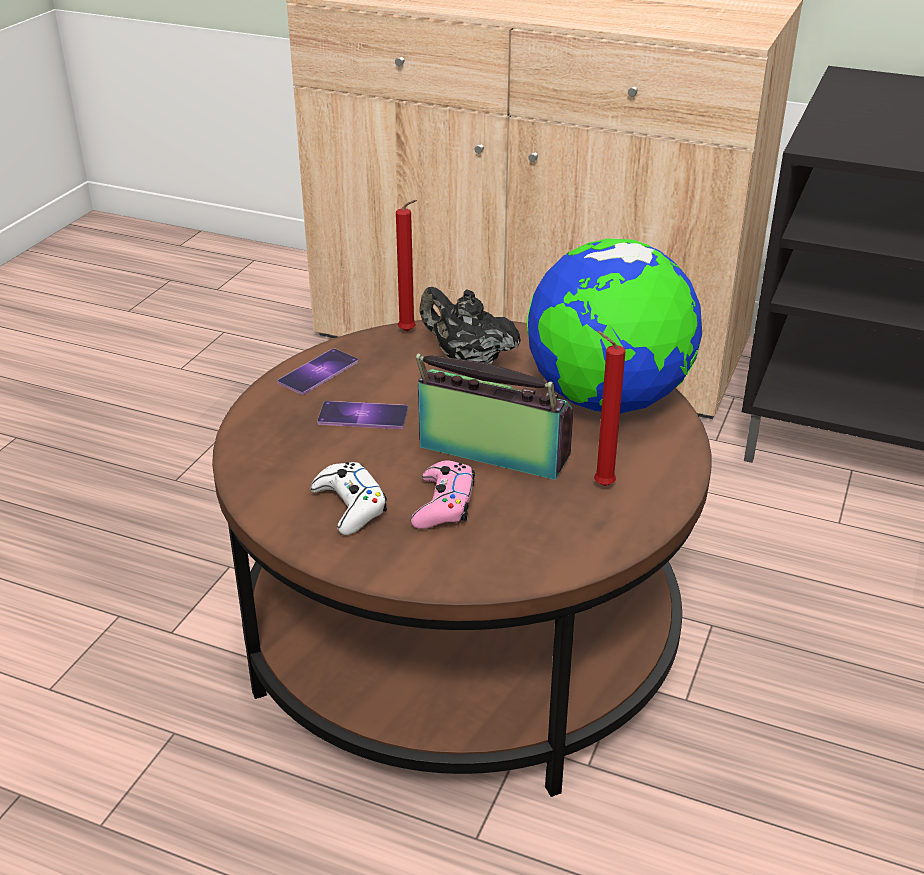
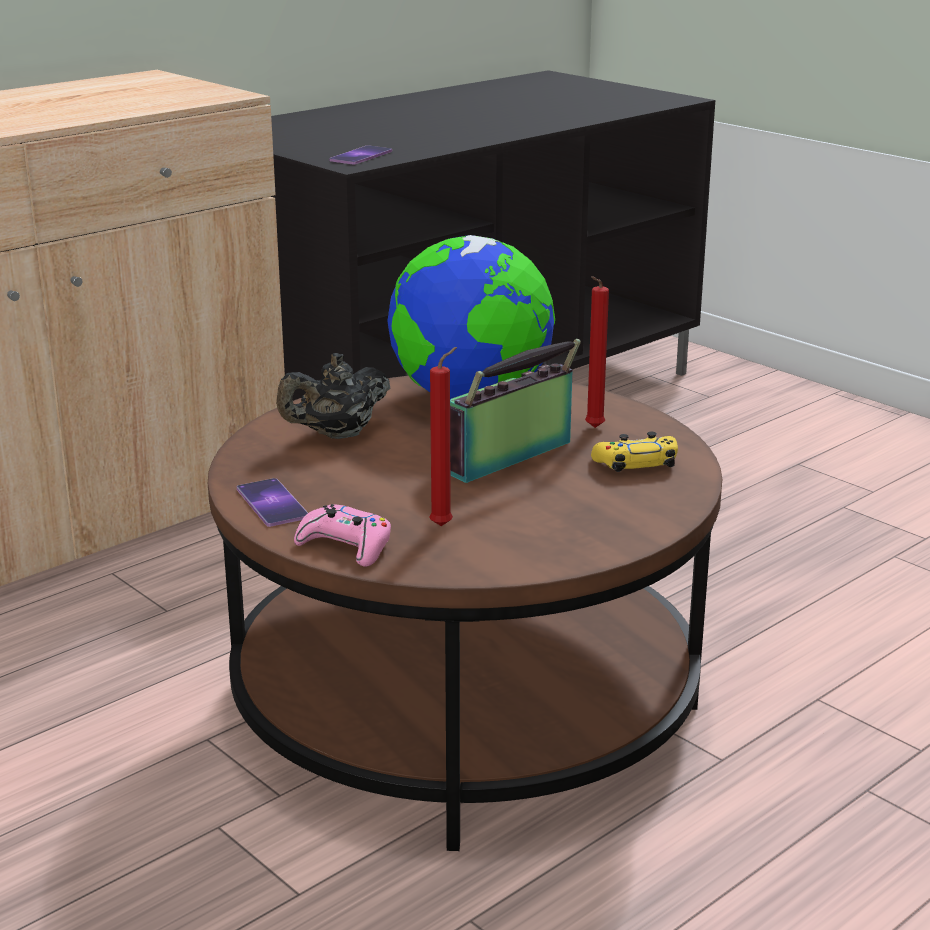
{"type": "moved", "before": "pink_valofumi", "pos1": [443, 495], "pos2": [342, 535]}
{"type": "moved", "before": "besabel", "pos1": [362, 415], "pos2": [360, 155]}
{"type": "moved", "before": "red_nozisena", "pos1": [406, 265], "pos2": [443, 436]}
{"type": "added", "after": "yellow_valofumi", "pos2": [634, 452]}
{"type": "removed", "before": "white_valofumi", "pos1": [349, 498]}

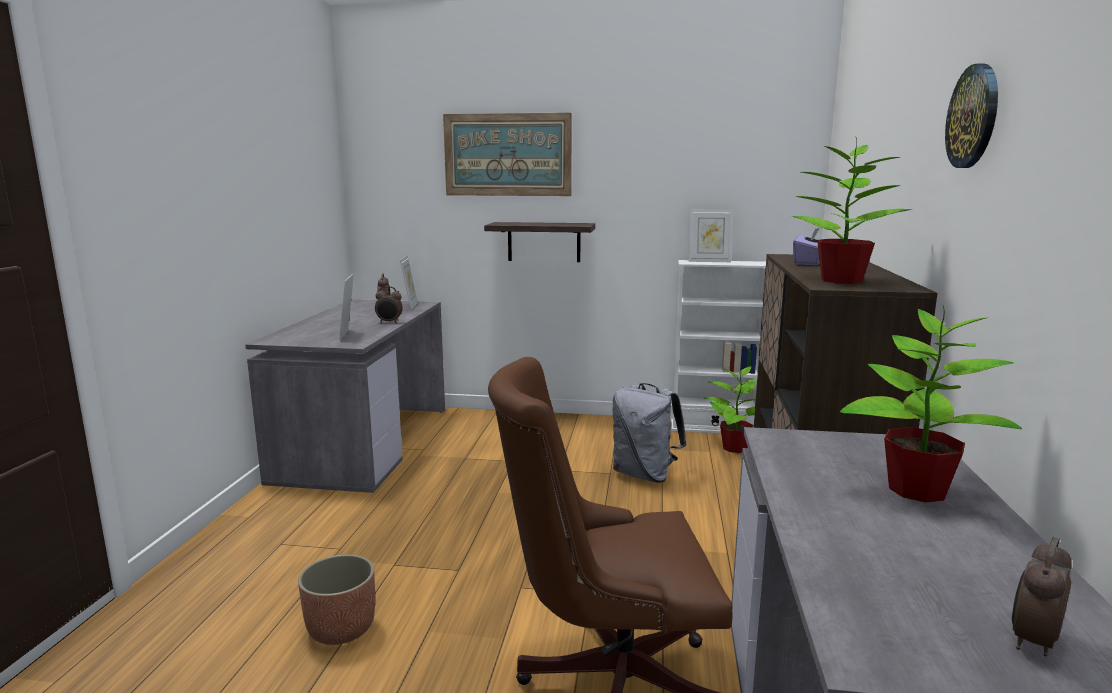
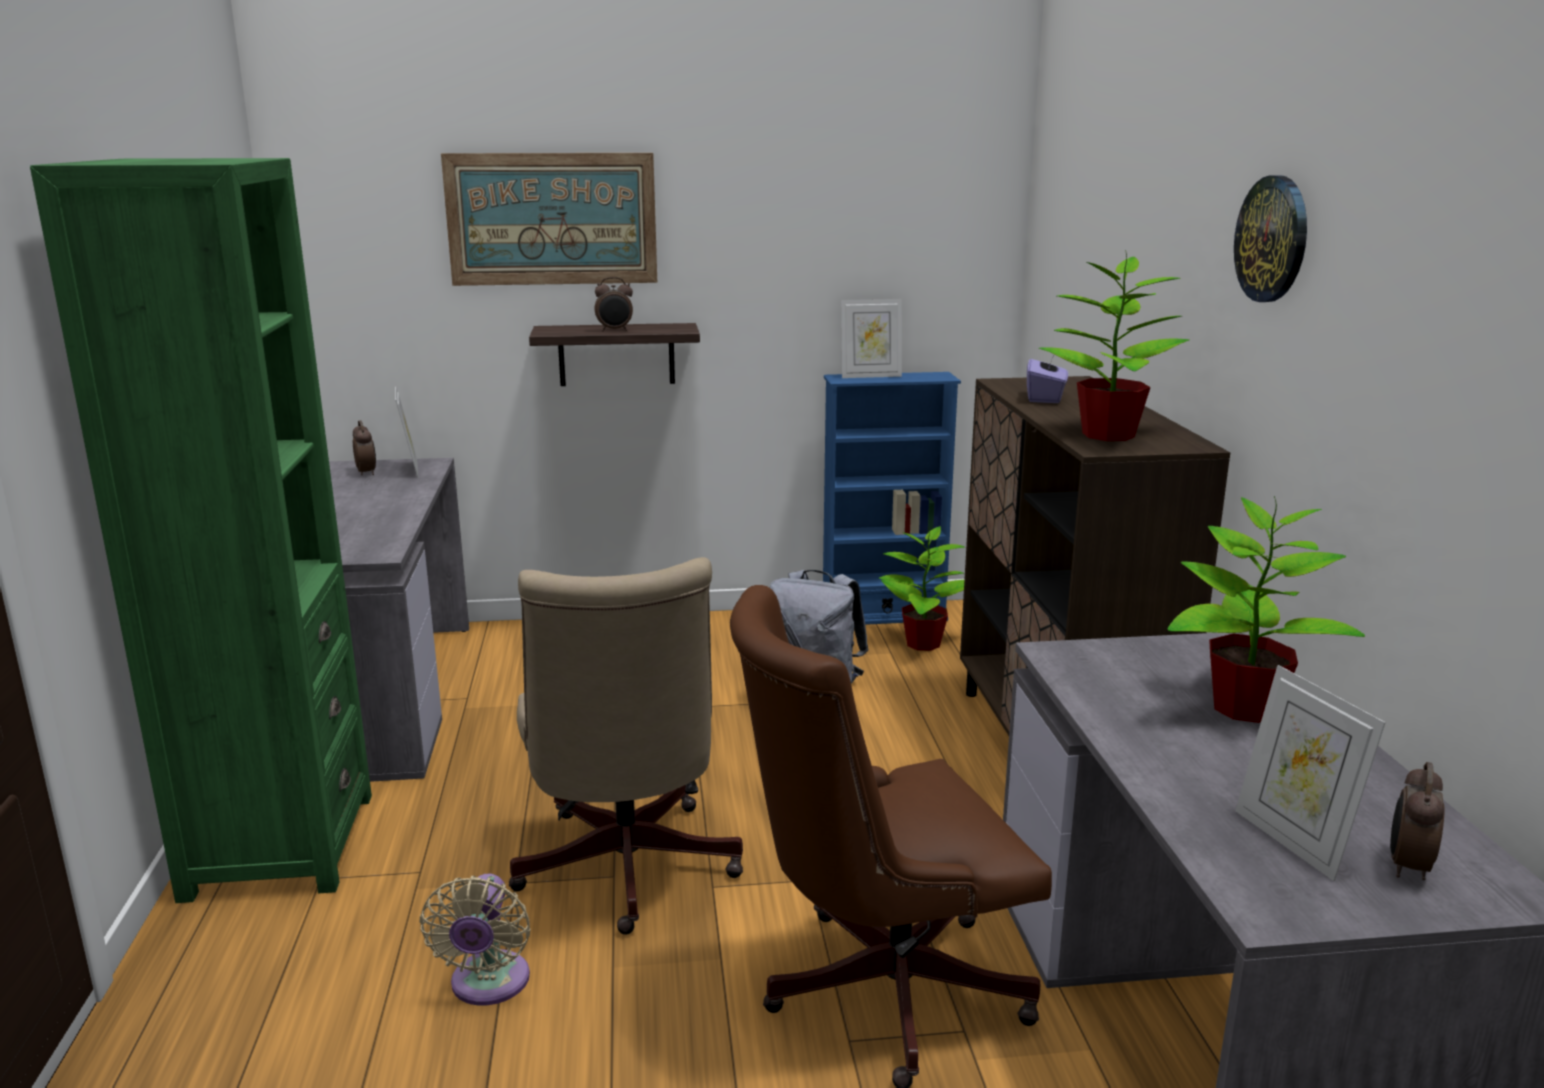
{"type": "added", "after": "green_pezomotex", "pos2": [201, 530]}
{"type": "replaced", "before": "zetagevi", "after": "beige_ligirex", "pos1": [336, 599], "pos2": [475, 939]}
{"type": "added", "after": "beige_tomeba", "pos2": [626, 746]}
{"type": "moved", "before": "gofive", "pos1": [389, 304], "pos2": [614, 304]}
{"type": "recoloured", "before": "white_pezomotex", "after": "blue_pezomotex", "pos1": [718, 347], "pos2": [892, 498]}
{"type": "moved", "before": "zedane", "pos1": [346, 307], "pos2": [1310, 773]}

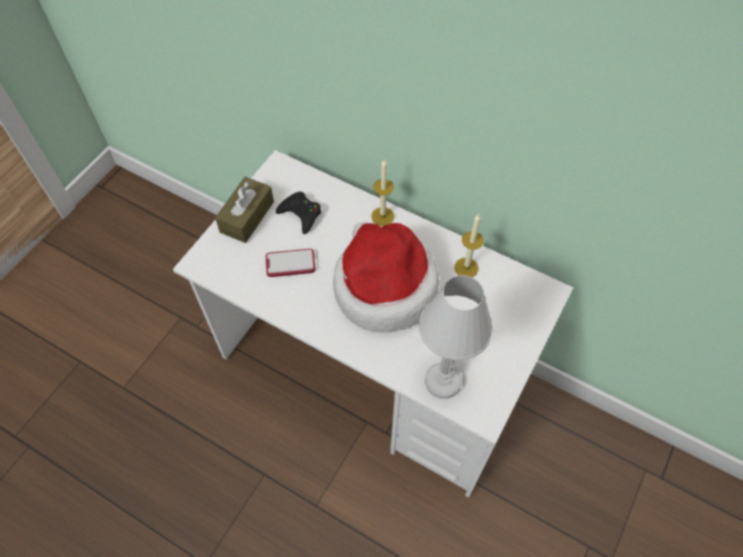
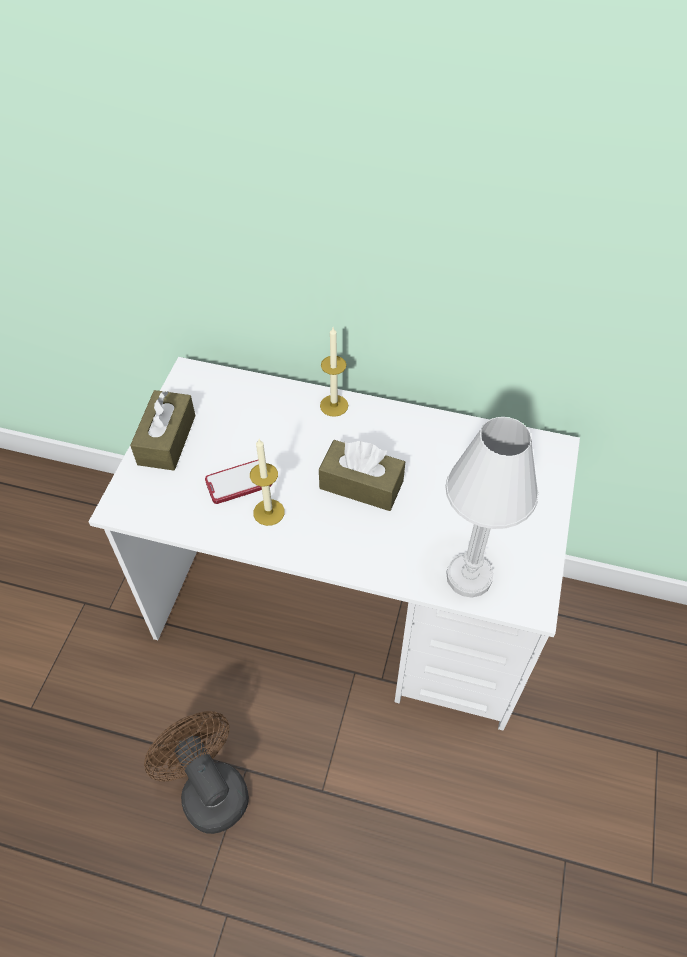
{"type": "added", "after": "brown_ligirex", "pos2": [196, 772]}
{"type": "moved", "before": "nozisena", "pos1": [469, 245], "pos2": [267, 482]}
{"type": "replaced", "before": "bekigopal", "after": "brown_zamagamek", "pos1": [386, 277], "pos2": [362, 475]}
{"type": "removed", "before": "black_valofumi", "pos1": [298, 213]}

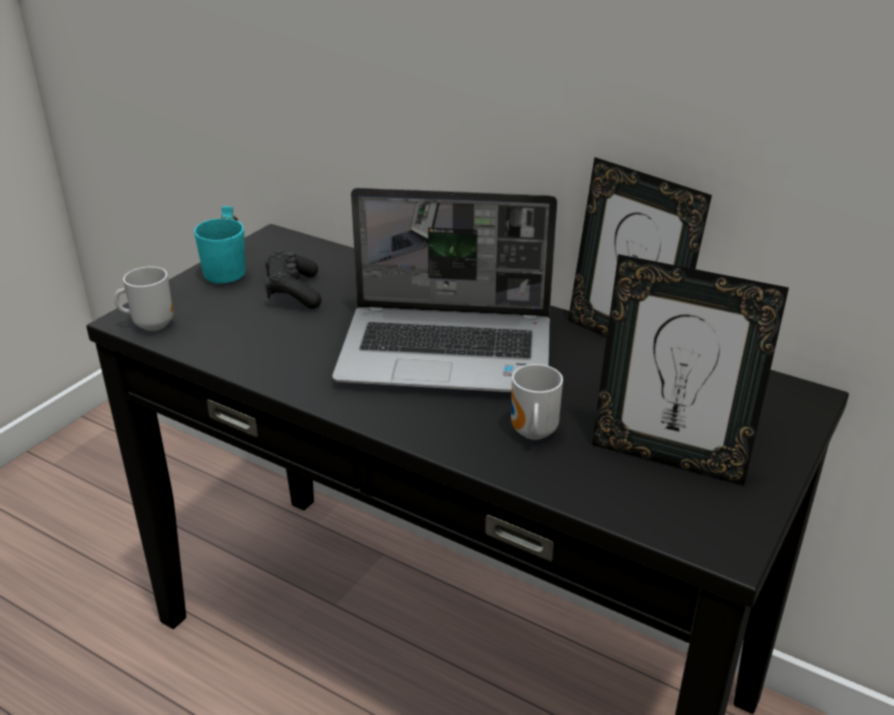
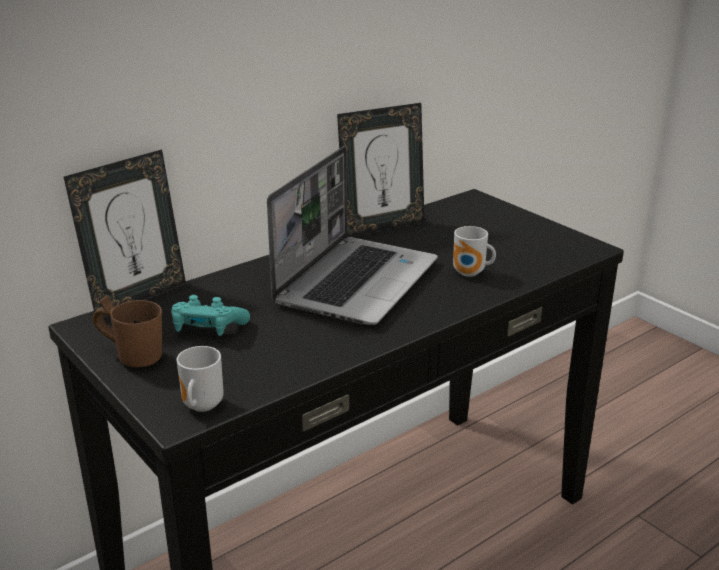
{"type": "moved", "before": "zedane", "pos1": [690, 370], "pos2": [125, 232]}
{"type": "recoloured", "before": "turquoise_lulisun", "after": "brown_lulisun", "pos1": [219, 245], "pos2": [127, 331]}
{"type": "recoloured", "before": "black_valofumi", "after": "turquoise_valofumi", "pos1": [293, 280], "pos2": [210, 315]}

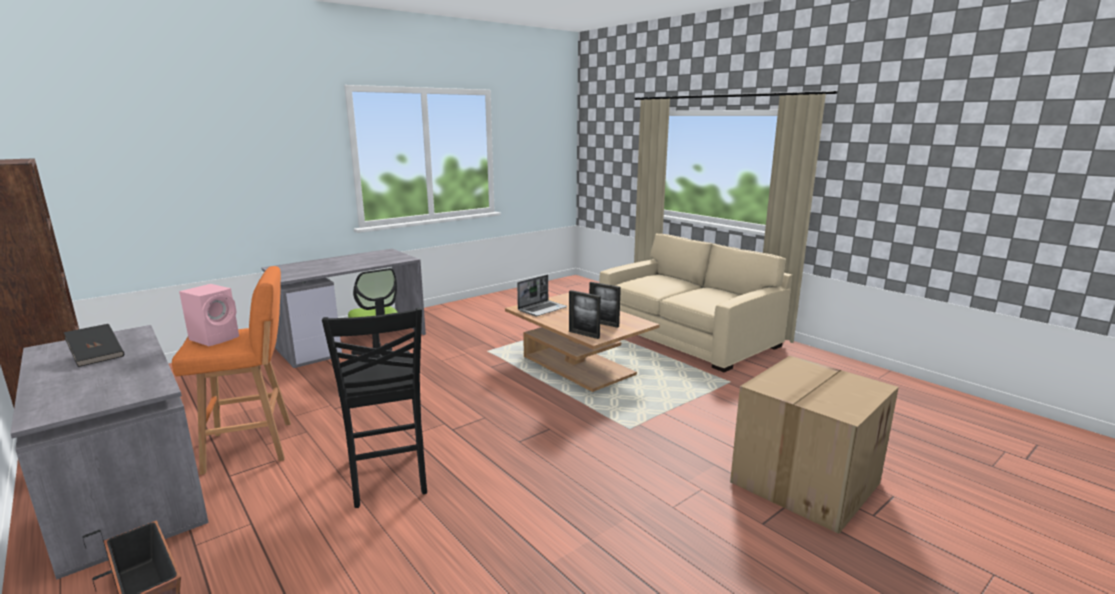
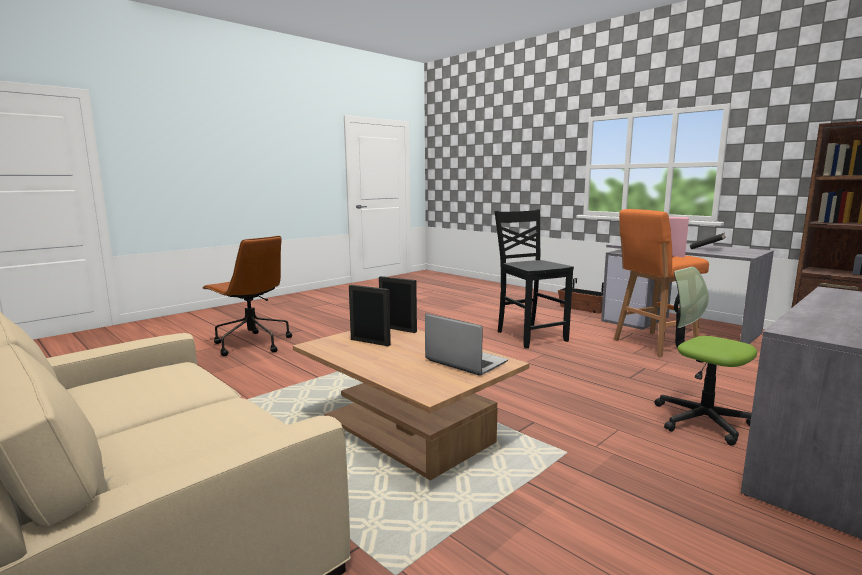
{"type": "replaced", "before": "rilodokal", "after": "brown_tomeba", "pos1": [814, 445], "pos2": [247, 296]}
{"type": "turned", "before": "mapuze", "pos1": [542, 295], "pos2": [466, 344], "turn": 90}

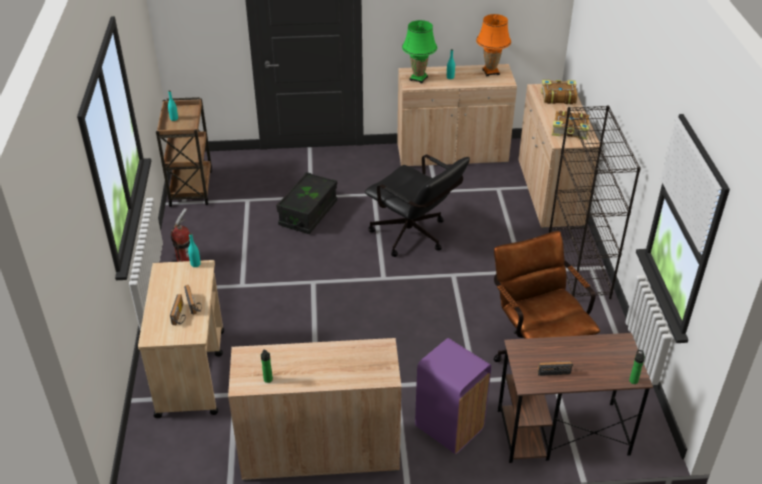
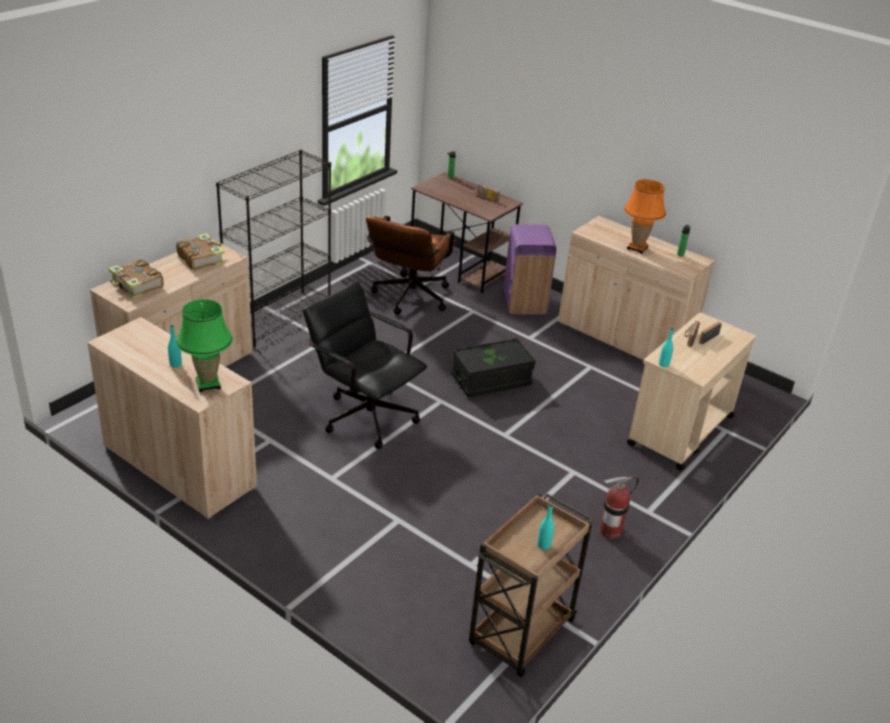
{"type": "turned", "before": "black_tomeba", "pos1": [417, 205], "pos2": [365, 365], "turn": -45}
{"type": "moved", "before": "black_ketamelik", "pos1": [306, 203], "pos2": [493, 367]}
{"type": "moved", "before": "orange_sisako", "pos1": [493, 45], "pos2": [645, 216]}

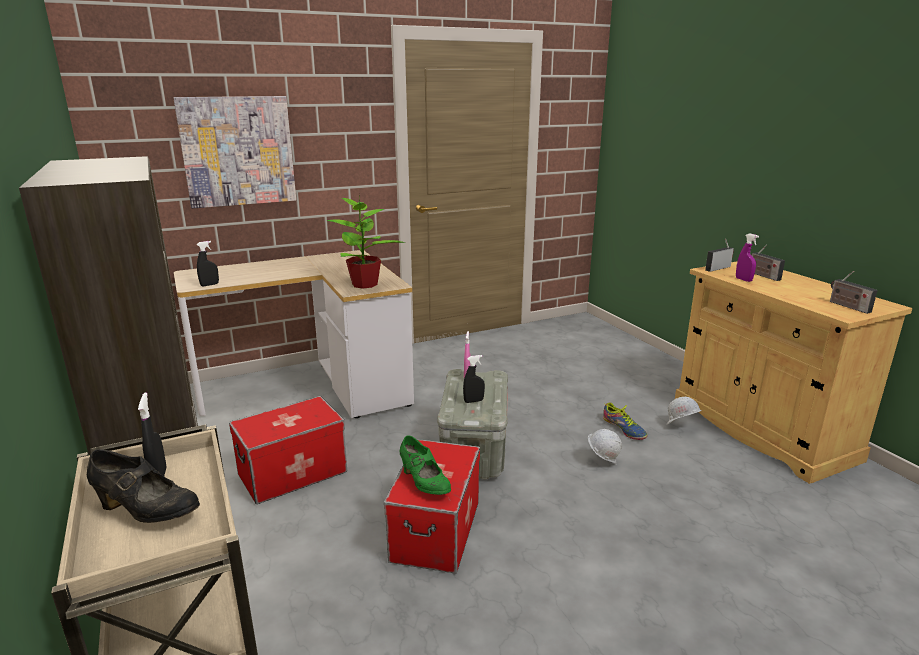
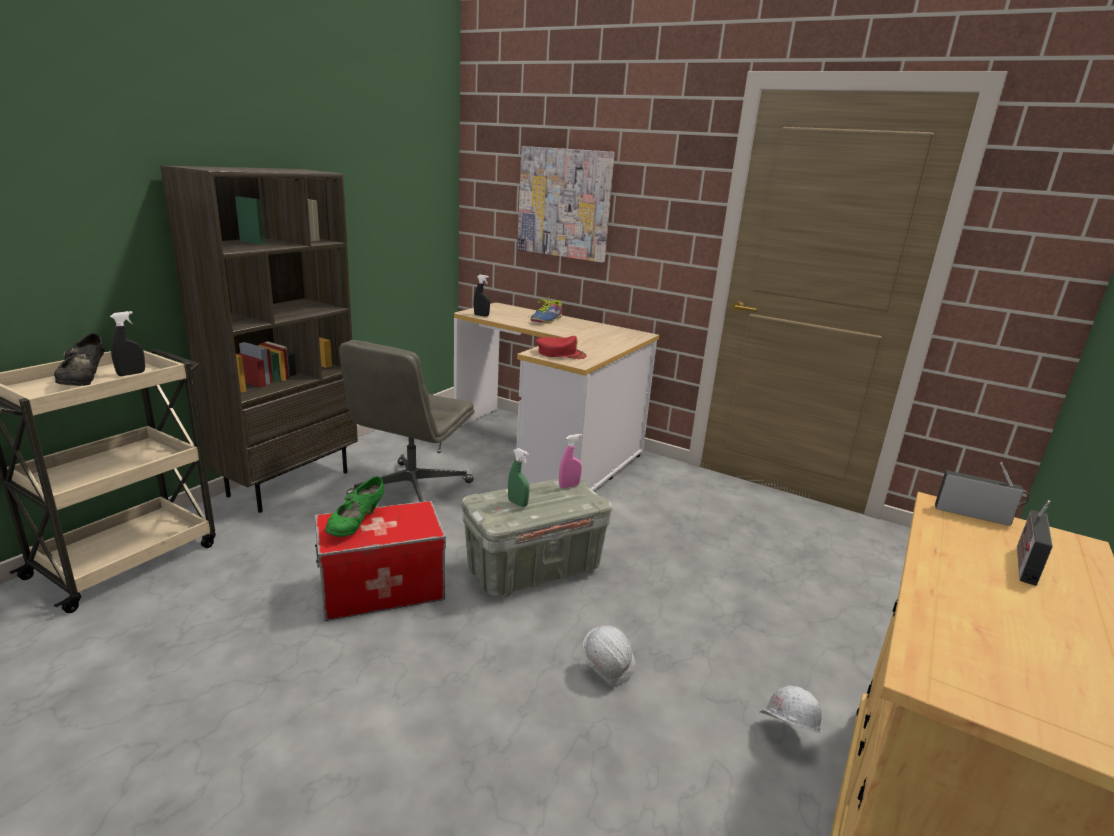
{"type": "replaced", "before": "ketamelik", "after": "grey_tomeba", "pos1": [288, 450], "pos2": [407, 421]}
{"type": "recoloured", "before": "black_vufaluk", "after": "green_vufaluk", "pos1": [474, 379], "pos2": [518, 477]}
{"type": "moved", "before": "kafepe", "pos1": [625, 421], "pos2": [546, 309]}
{"type": "replaced", "before": "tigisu", "after": "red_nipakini", "pos1": [366, 241], "pos2": [561, 347]}
{"type": "removed", "before": "purple_vufaluk", "pos1": [747, 257]}
{"type": "removed", "before": "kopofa", "pos1": [854, 292]}

